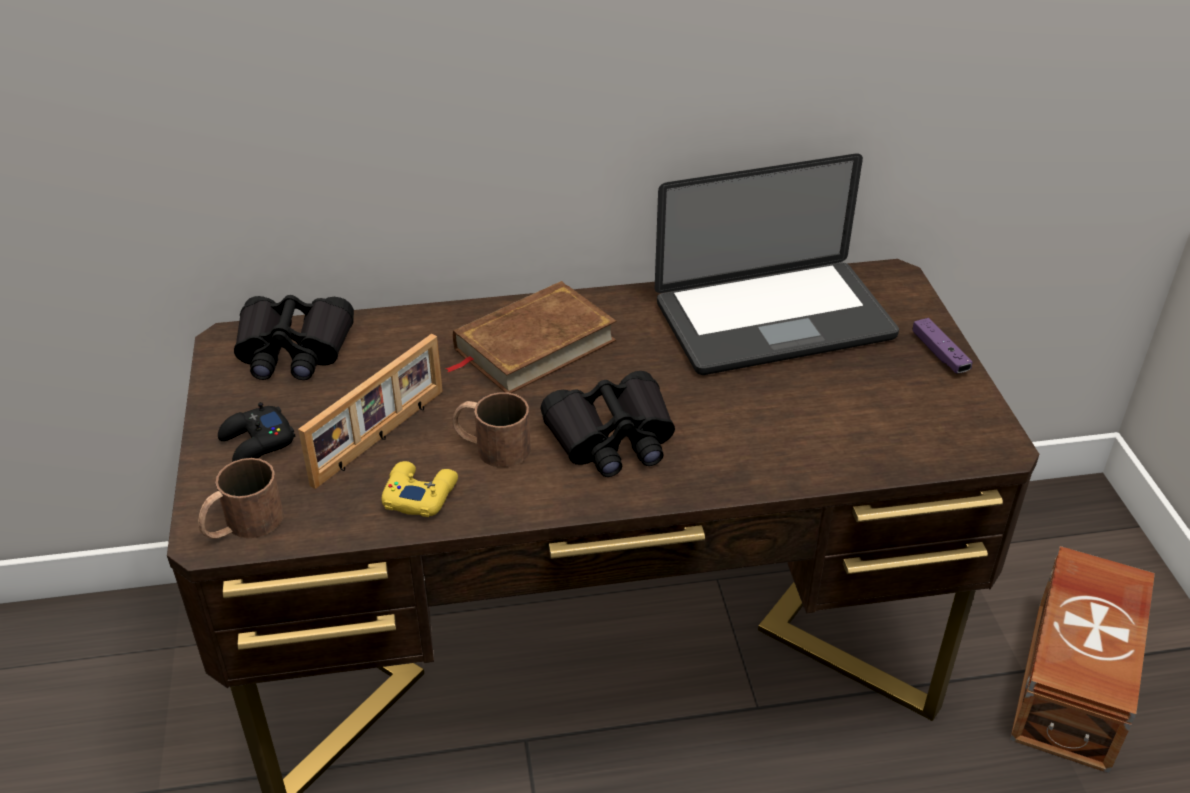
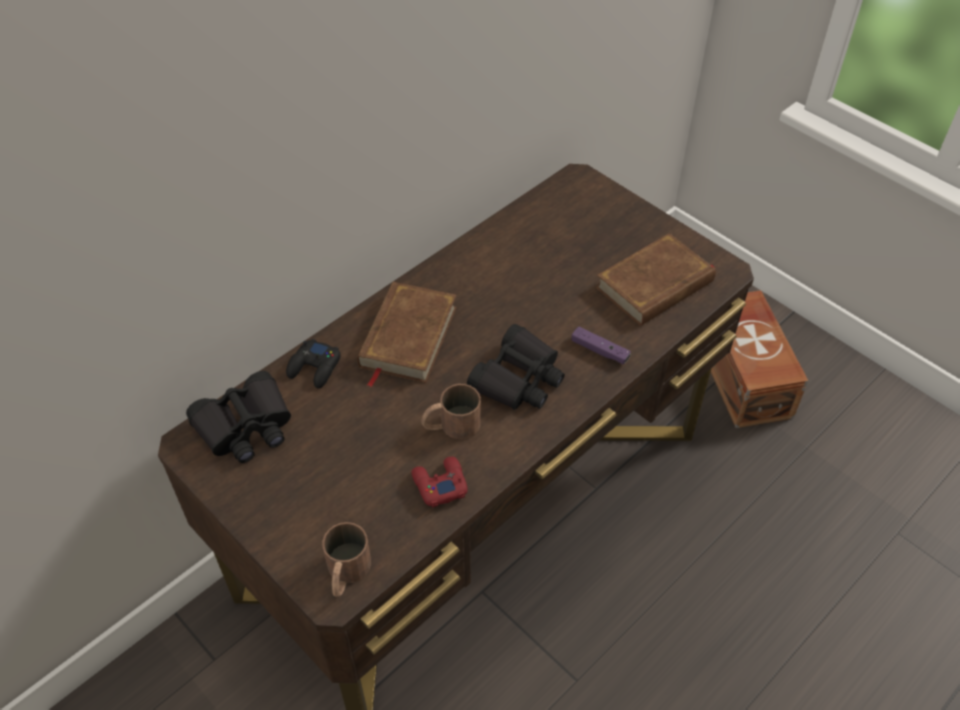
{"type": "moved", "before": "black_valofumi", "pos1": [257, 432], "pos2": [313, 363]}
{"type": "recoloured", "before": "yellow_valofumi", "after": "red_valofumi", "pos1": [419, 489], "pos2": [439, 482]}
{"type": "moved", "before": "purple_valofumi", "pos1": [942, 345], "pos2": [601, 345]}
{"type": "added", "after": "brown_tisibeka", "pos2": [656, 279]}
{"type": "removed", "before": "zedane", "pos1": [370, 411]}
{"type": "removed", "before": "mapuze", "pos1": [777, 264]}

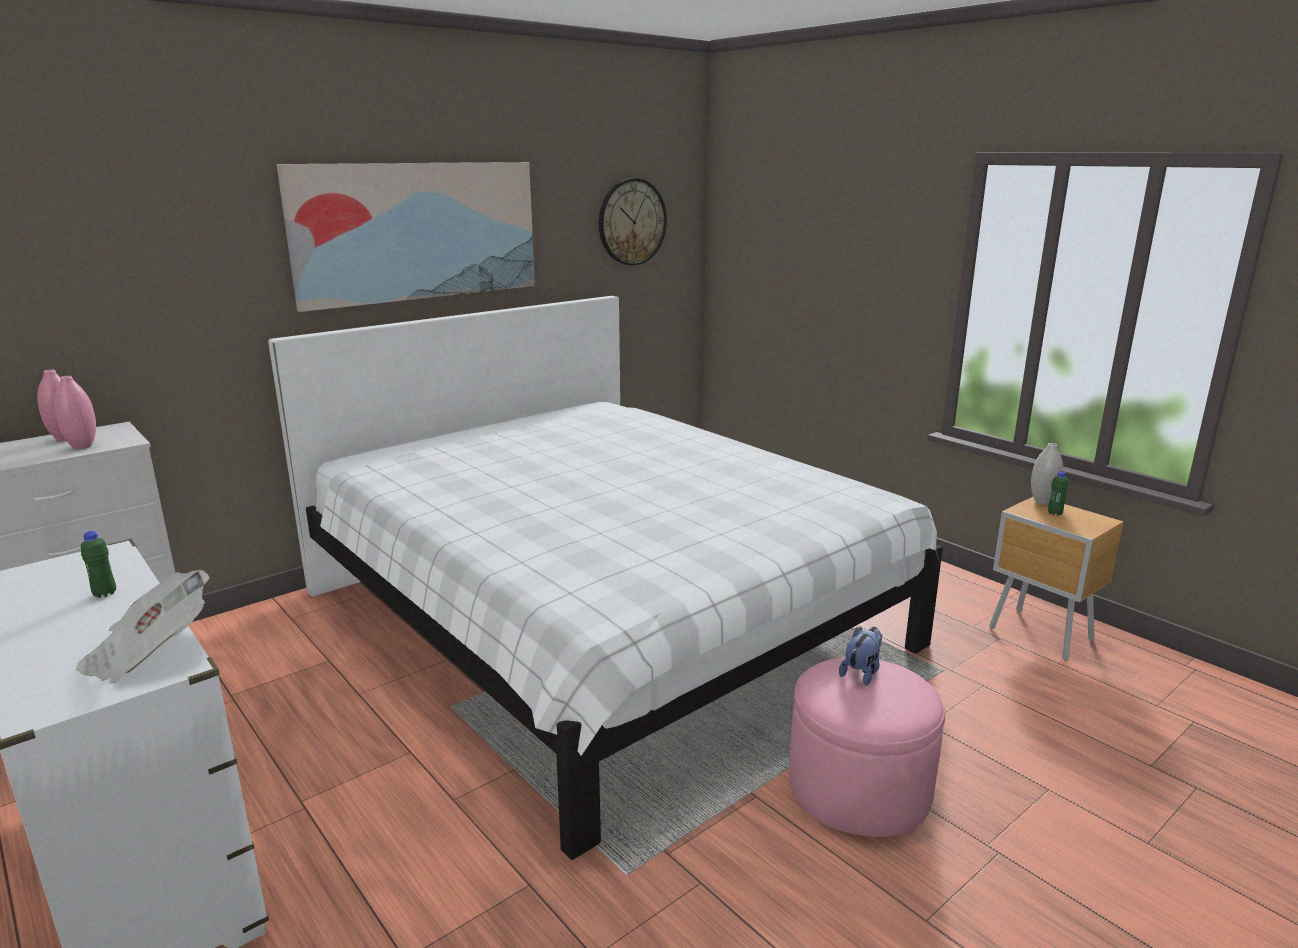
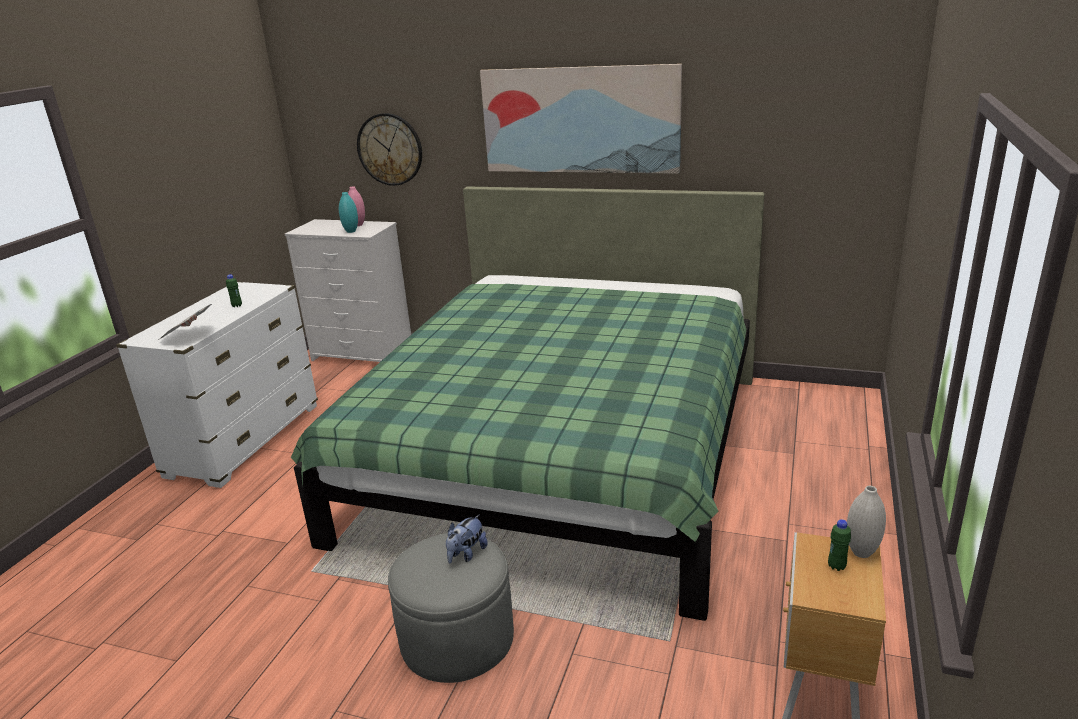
{"type": "recoloured", "before": "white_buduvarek", "after": "green_buduvarek", "pos1": [605, 578], "pos2": [528, 403]}
{"type": "recoloured", "before": "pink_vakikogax", "after": "turquoise_vakikogax", "pos1": [75, 412], "pos2": [348, 212]}
{"type": "moved", "before": "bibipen", "pos1": [633, 221], "pos2": [389, 149]}
{"type": "recoloured", "before": "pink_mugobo", "after": "grey_mugobo", "pos1": [867, 747], "pos2": [451, 608]}
{"type": "turned", "before": "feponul", "pos1": [860, 656], "pos2": [467, 538], "turn": 120}

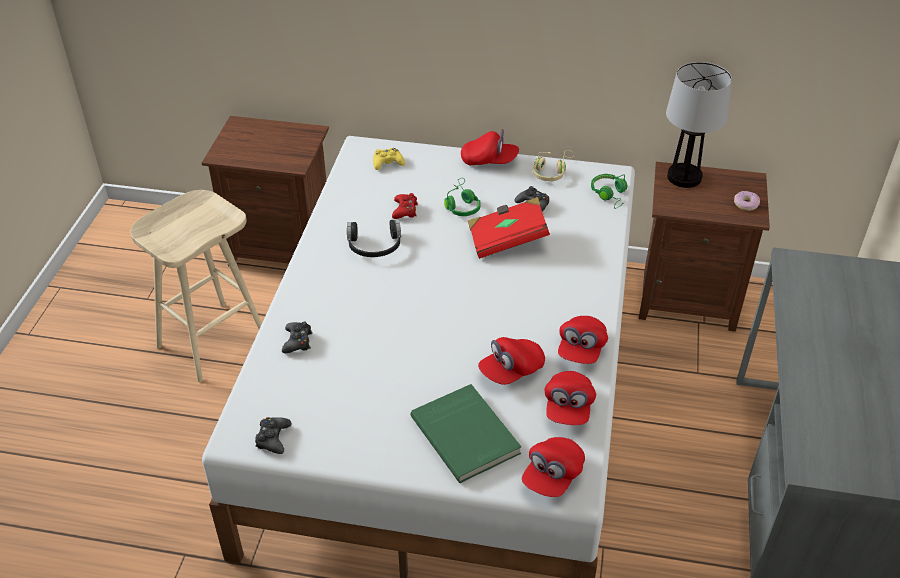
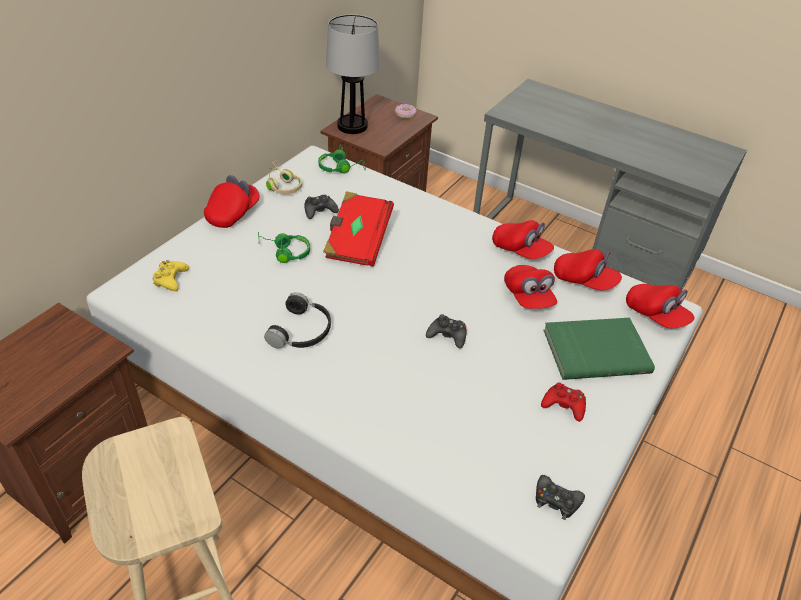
{"type": "moved", "before": "black_valofumi", "pos1": [297, 337], "pos2": [446, 331]}
{"type": "moved", "before": "red_valofumi", "pos1": [405, 206], "pos2": [563, 402]}

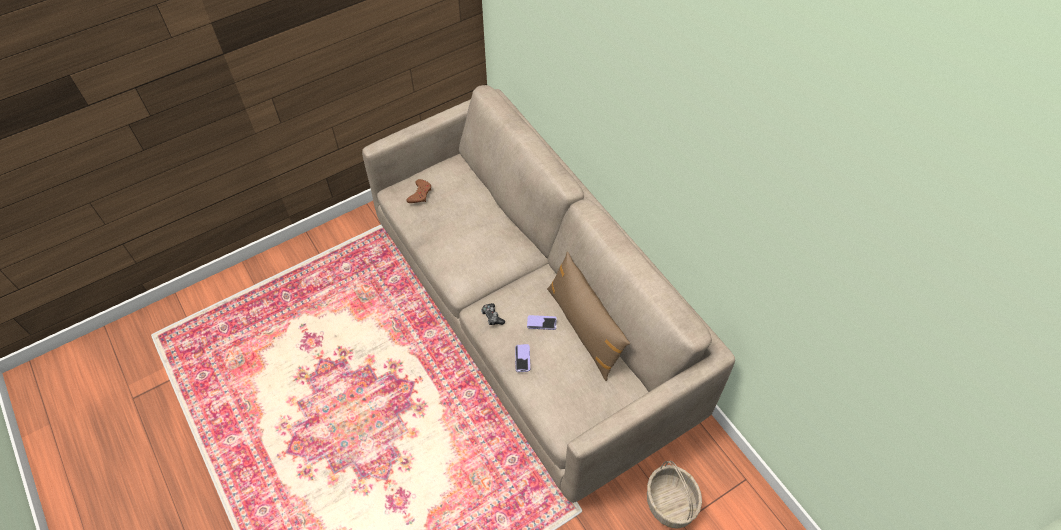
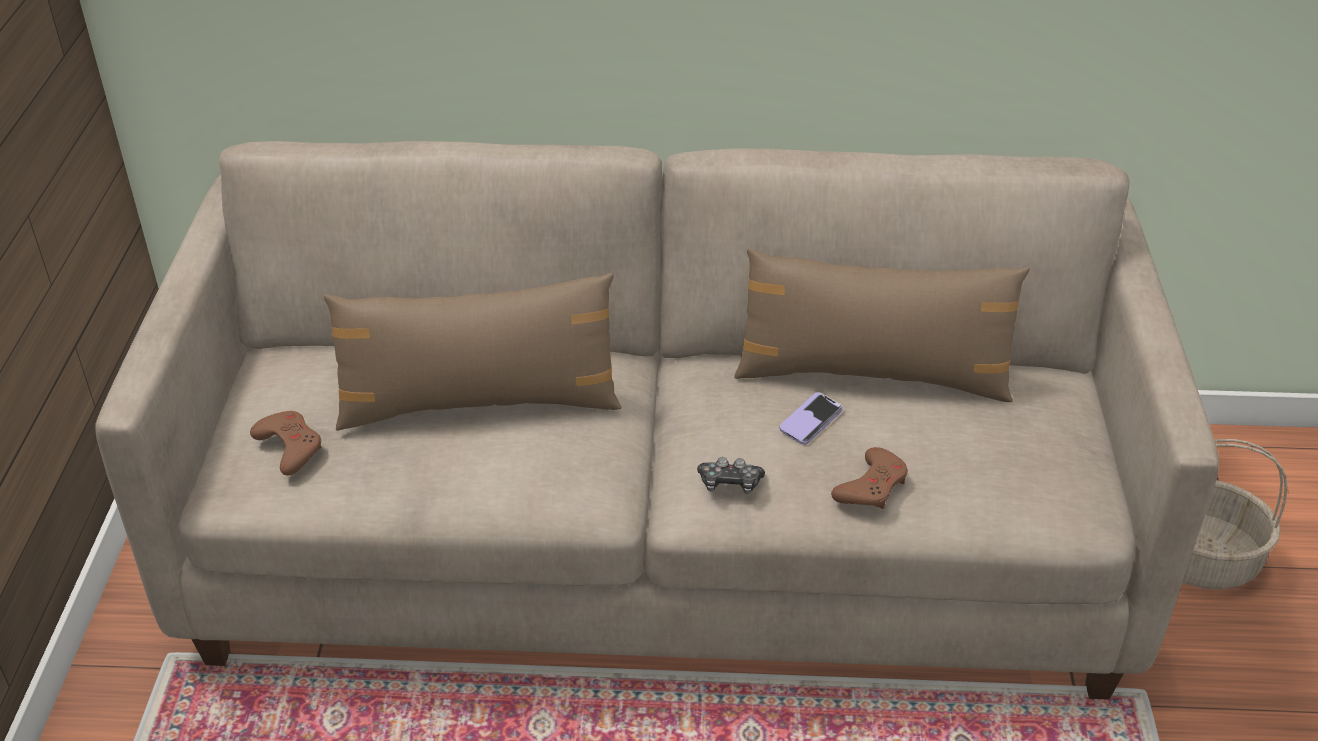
{"type": "added", "after": "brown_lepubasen", "pos2": [473, 352]}
{"type": "replaced", "before": "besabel", "after": "brown_valofumi", "pos1": [522, 358], "pos2": [869, 478]}

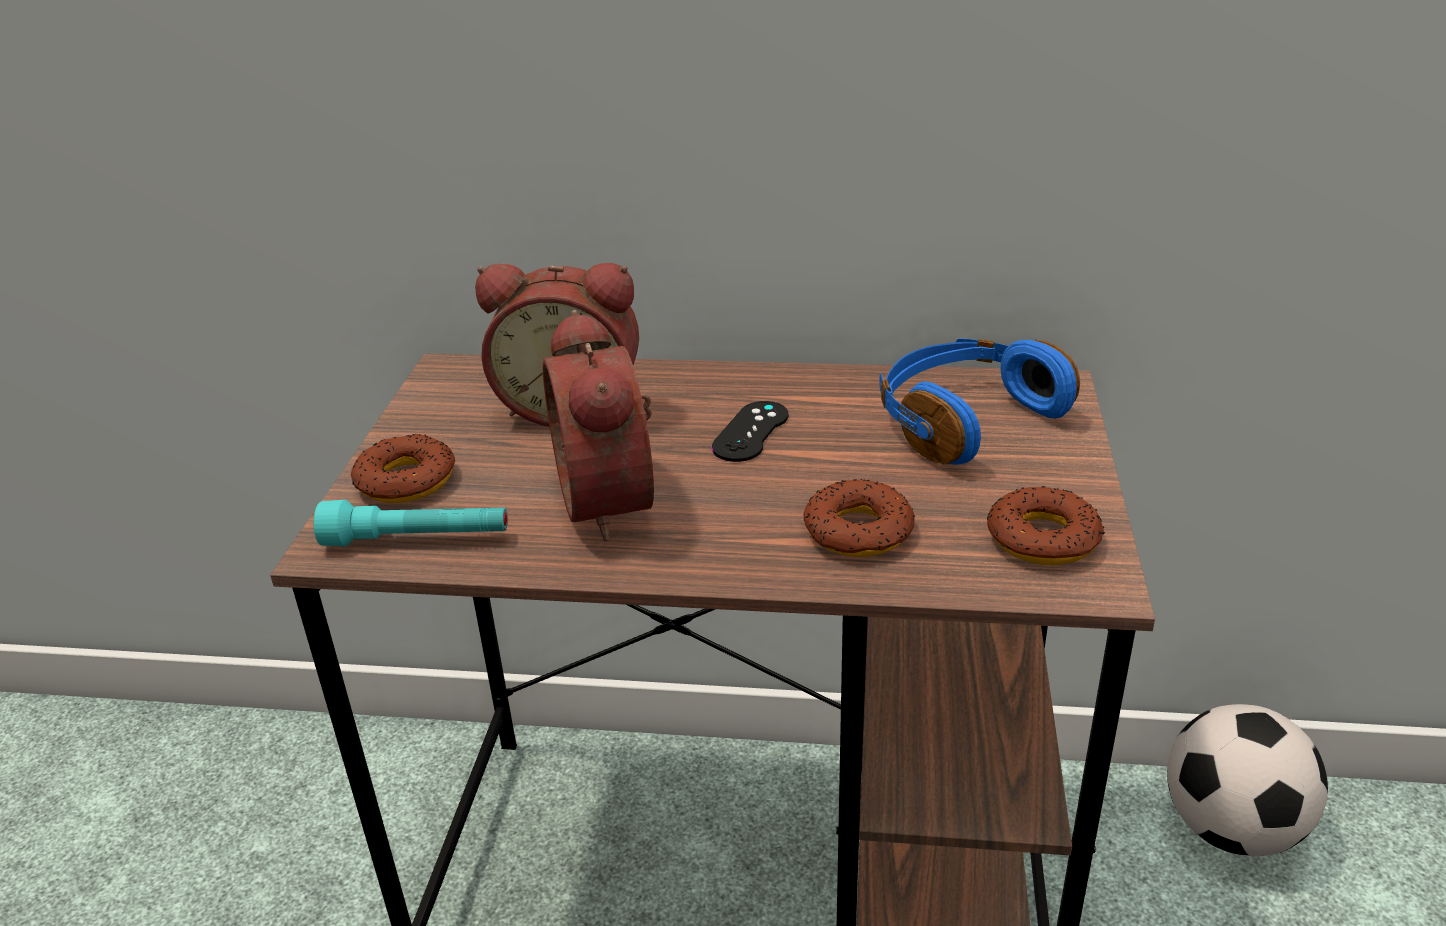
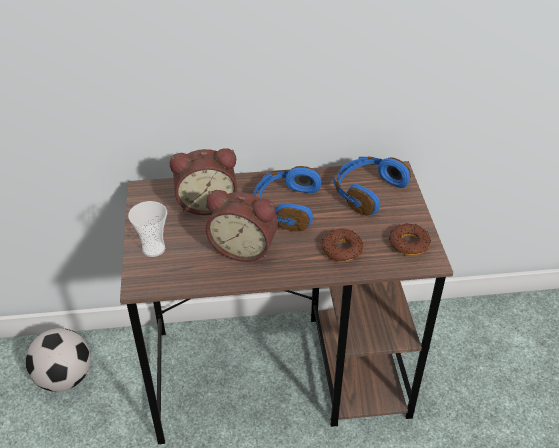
{"type": "moved", "before": "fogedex", "pos1": [1247, 780], "pos2": [58, 360]}
{"type": "replaced", "before": "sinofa", "after": "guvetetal", "pos1": [403, 468], "pos2": [147, 229]}
{"type": "turned", "before": "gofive", "pos1": [598, 426], "pos2": [242, 226], "turn": -45}
{"type": "replaced", "before": "black_valofumi", "after": "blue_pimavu", "pos1": [750, 431], "pos2": [287, 198]}
{"type": "removed", "before": "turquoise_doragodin", "pos1": [411, 523]}

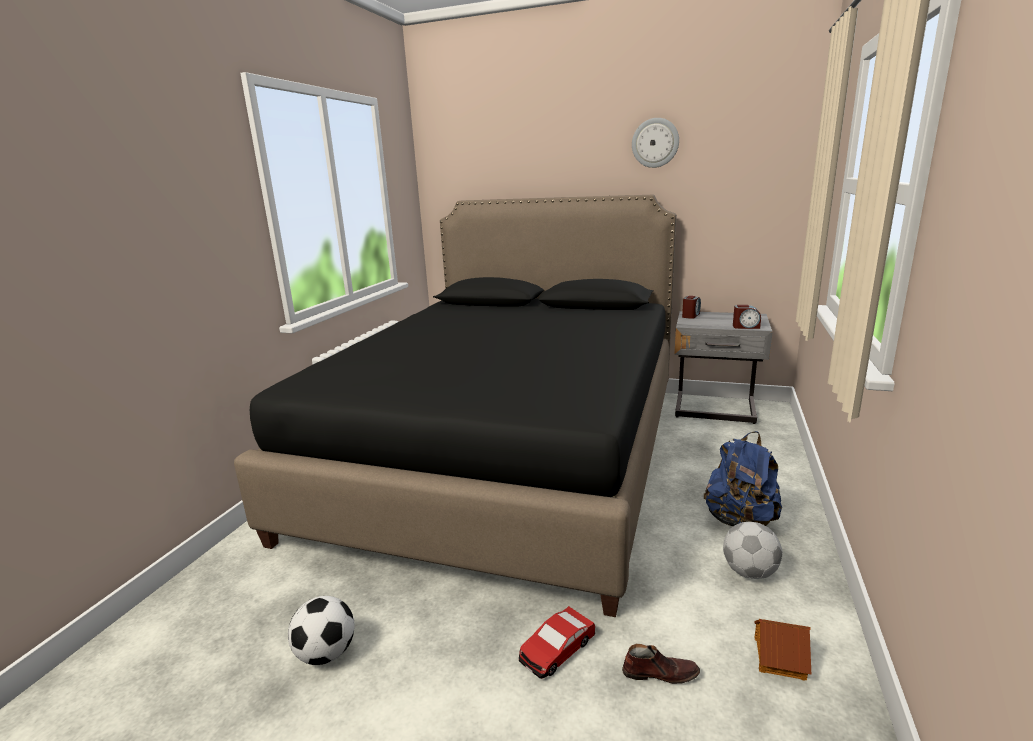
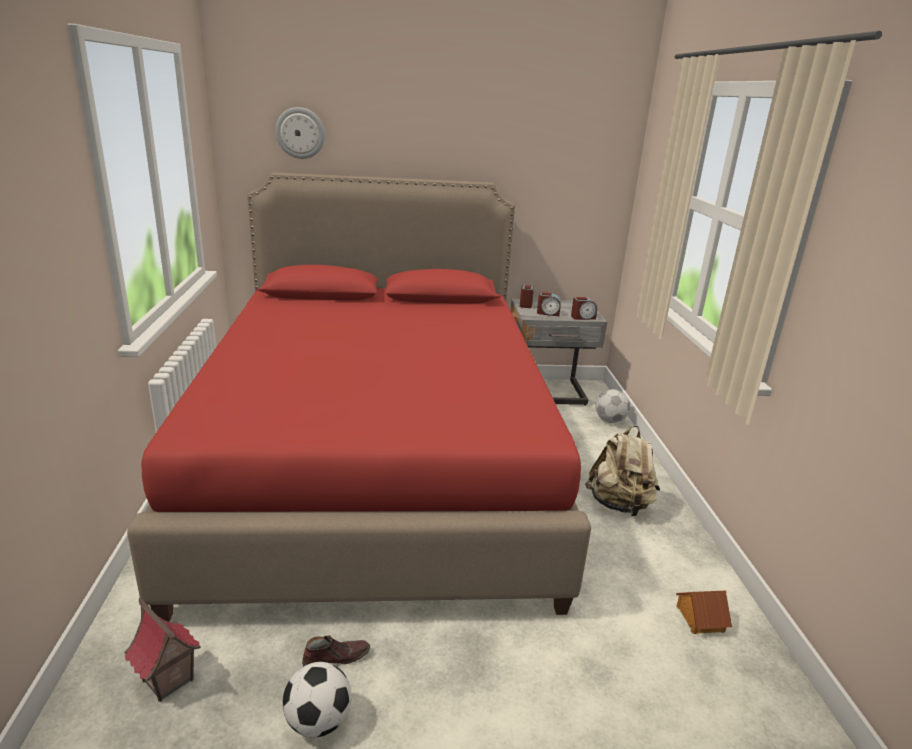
{"type": "added", "after": "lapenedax", "pos2": [162, 650]}
{"type": "recoloured", "before": "black_buduvarek", "after": "red_buduvarek", "pos1": [455, 406], "pos2": [359, 397]}
{"type": "moved", "before": "bibipen", "pos1": [655, 143], "pos2": [300, 133]}
{"type": "moved", "before": "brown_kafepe", "pos1": [661, 664], "pos2": [336, 650]}
{"type": "added", "after": "gofive", "pos2": [549, 304]}
{"type": "recoloured", "before": "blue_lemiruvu", "after": "beige_lemiruvu", "pos1": [743, 478], "pos2": [622, 471]}
{"type": "moved", "before": "fogedex", "pos1": [753, 550], "pos2": [612, 406]}
{"type": "removed", "before": "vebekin", "pos1": [557, 642]}

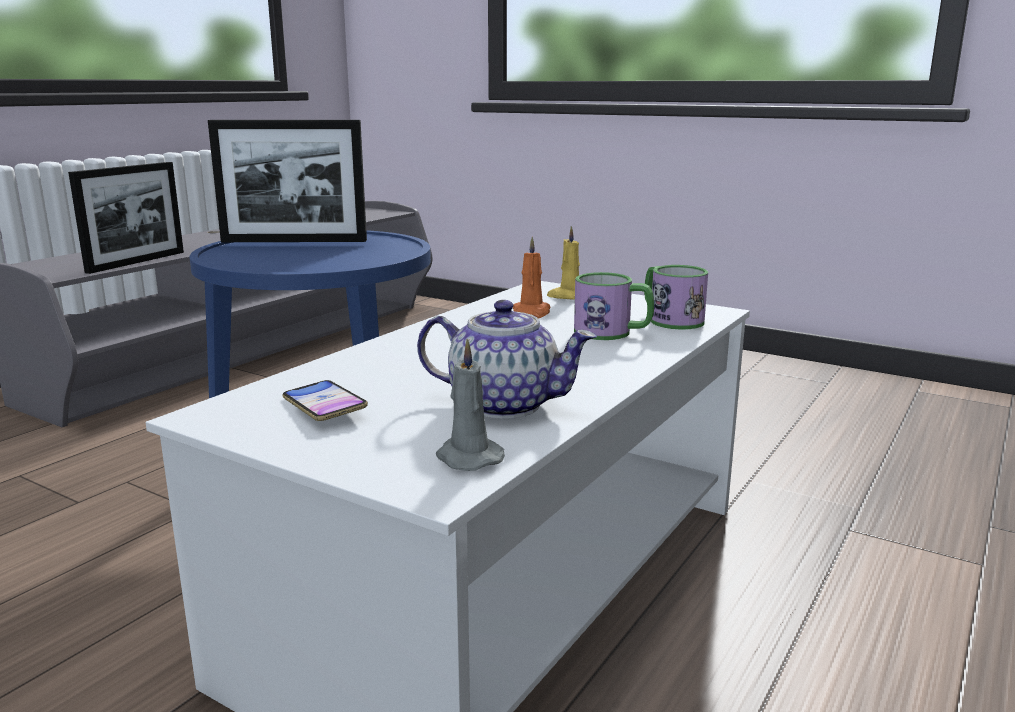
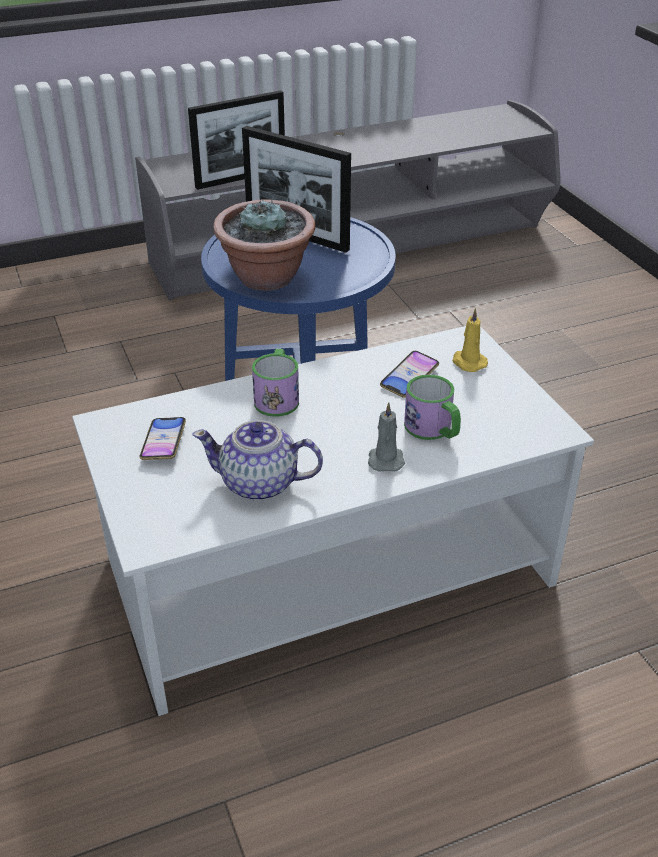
{"type": "turned", "before": "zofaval", "pos1": [507, 359], "pos2": [258, 460], "turn": 135}
{"type": "added", "after": "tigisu", "pos2": [264, 245]}
{"type": "moved", "before": "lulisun", "pos1": [676, 297], "pos2": [275, 383]}
{"type": "moved", "before": "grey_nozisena", "pos1": [470, 404], "pos2": [386, 437]}
{"type": "replaced", "before": "orange_nozisena", "after": "besabel", "pos1": [532, 278], "pos2": [409, 374]}

